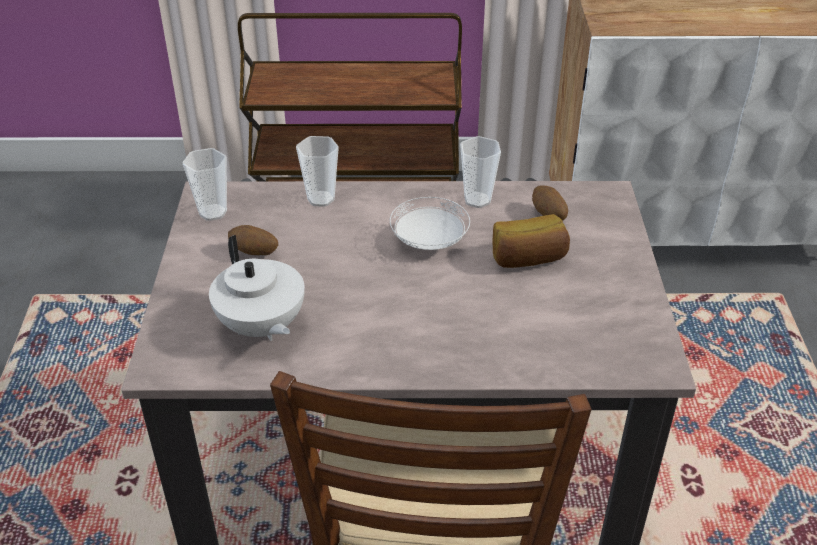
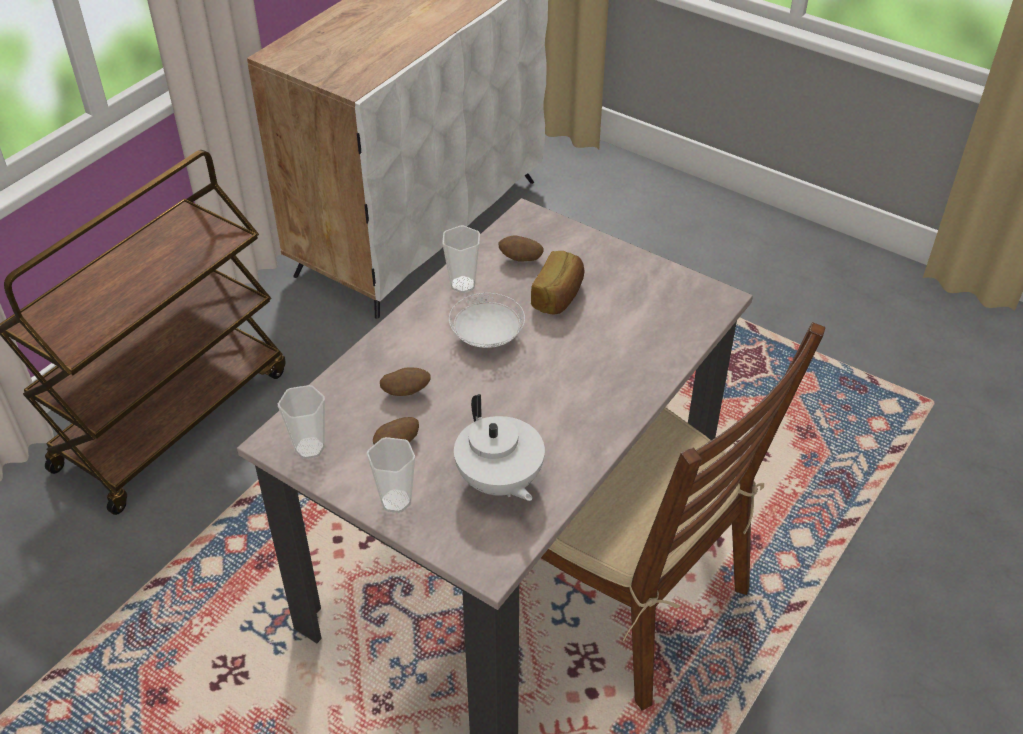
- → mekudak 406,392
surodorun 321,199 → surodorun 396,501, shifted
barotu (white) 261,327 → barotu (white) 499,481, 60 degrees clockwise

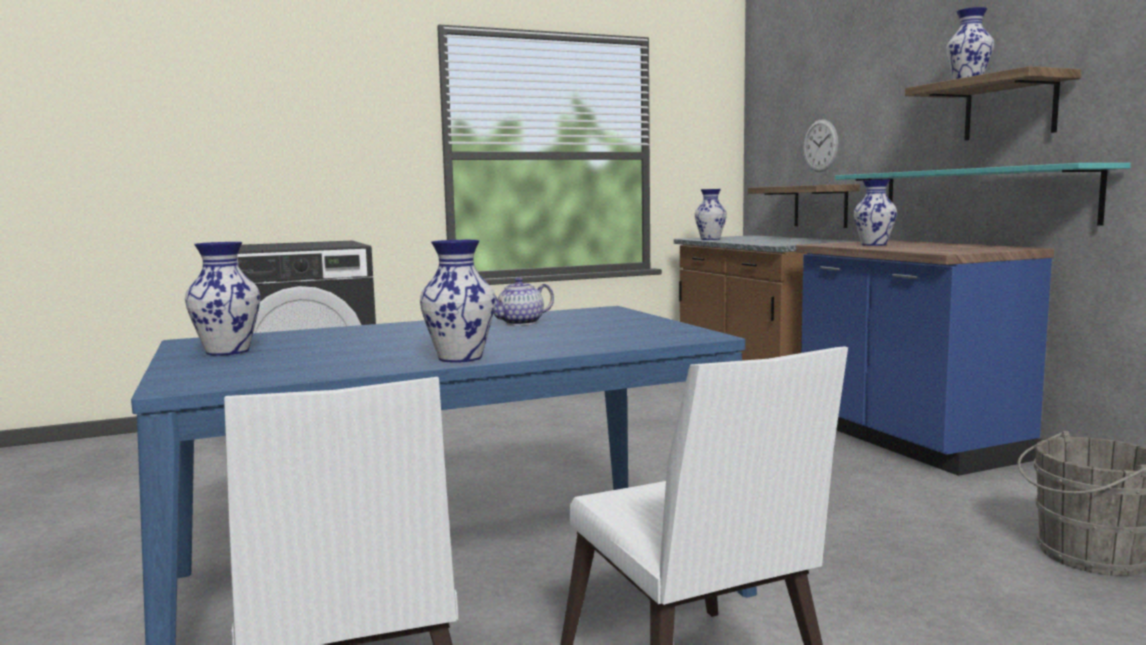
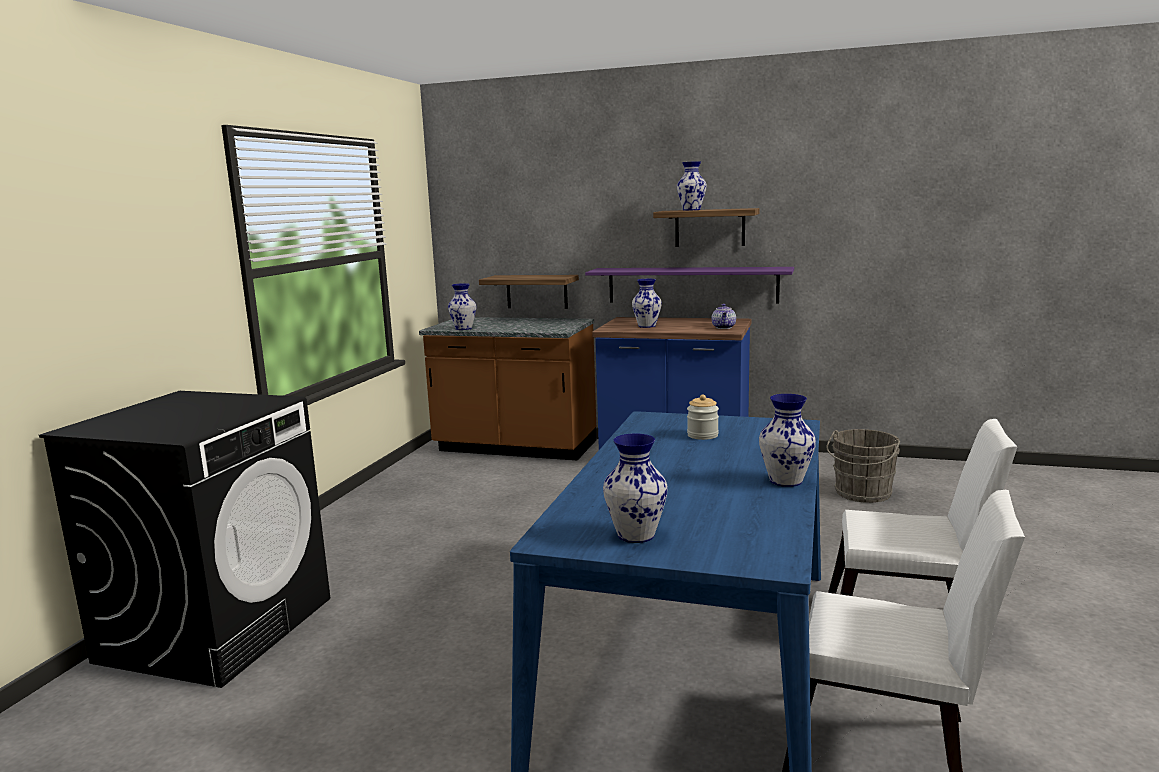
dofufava 820,145 → -
- → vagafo 702,435
barotu 520,323 → barotu 724,327, shifted
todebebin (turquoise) 982,196 → todebebin (purple) 692,285

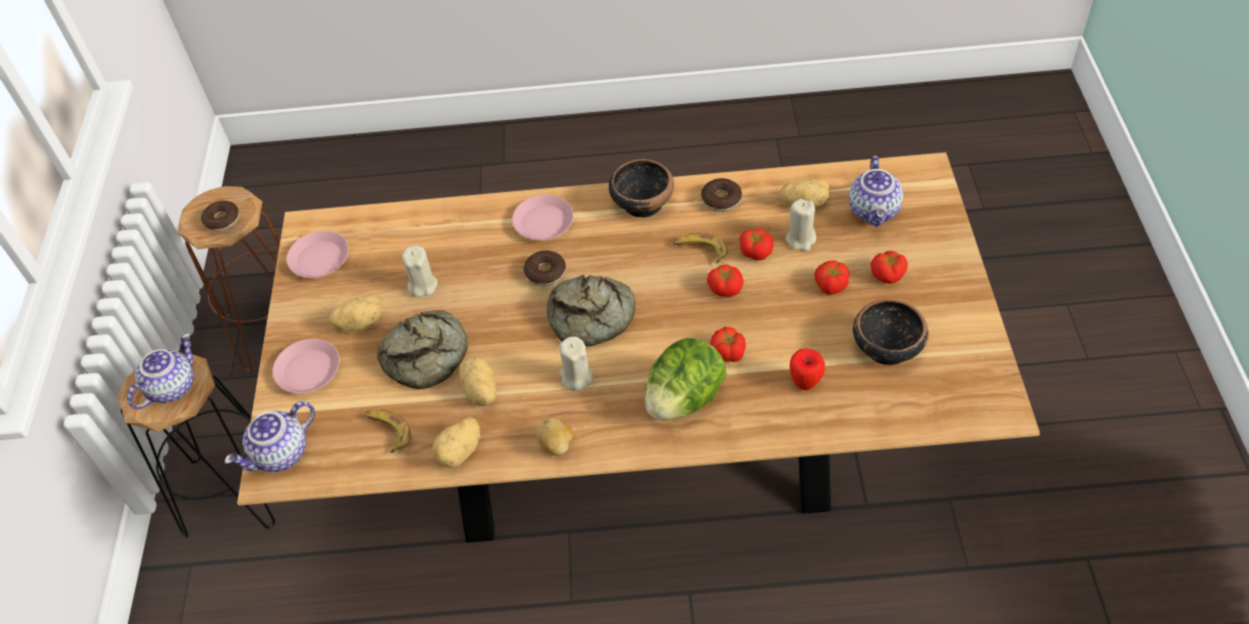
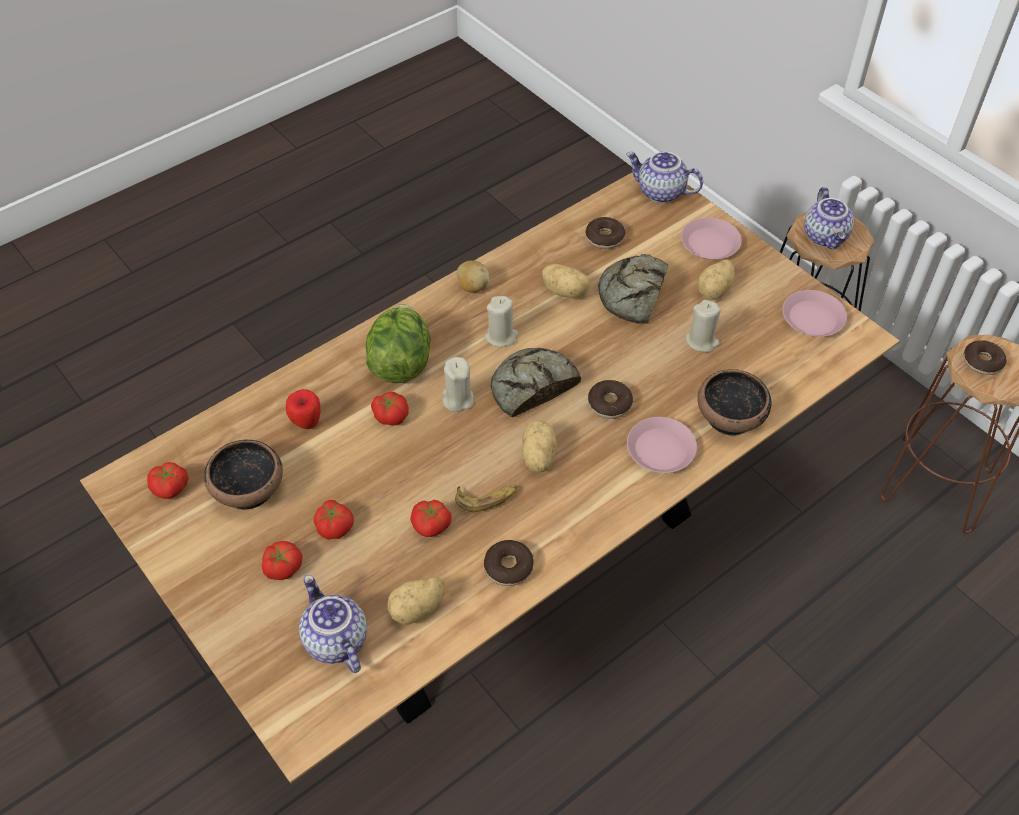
mekudak 461,452 → mekudak 537,457, shifted
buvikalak 642,202 → buvikalak 730,418, shifted
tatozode 725,287 → tatozode 171,488, shifted
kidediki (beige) 801,239 → kidediki (beige) 457,399, shifted
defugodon 388,431 → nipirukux 604,238
barotu 281,454 → barotu 660,193, 75 degrees counterclockwise

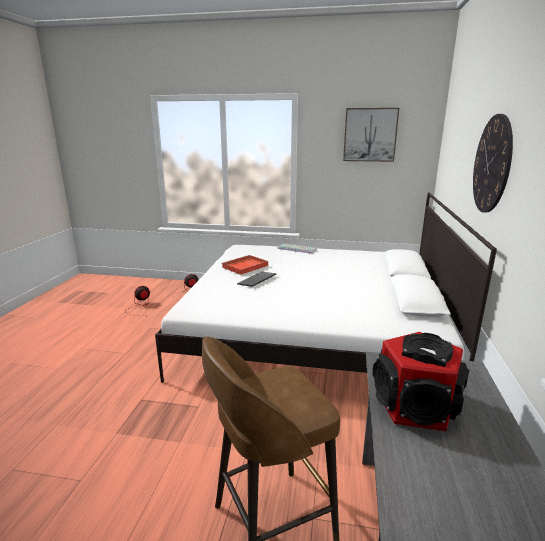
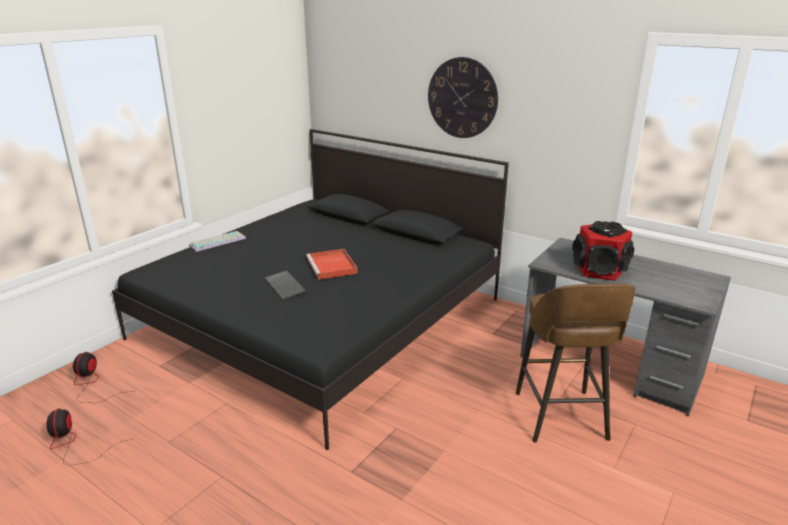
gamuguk 370,135 → -
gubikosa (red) 244,267 → gubikosa (red) 332,266, shifted
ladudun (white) 313,331 → ladudun (black) 322,318

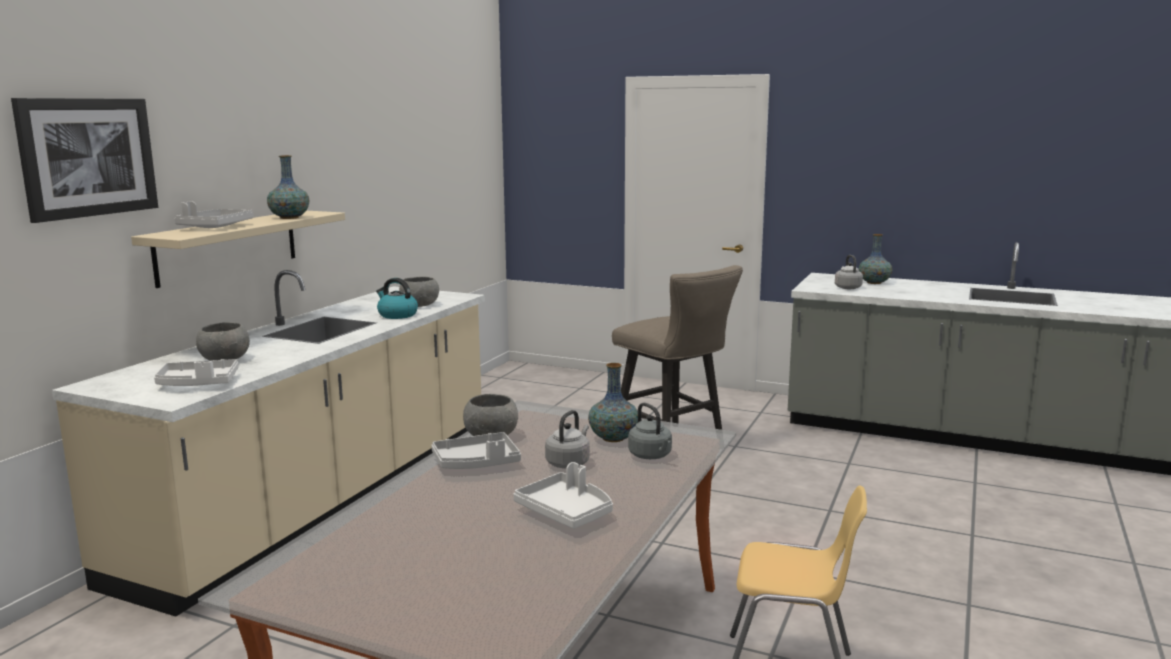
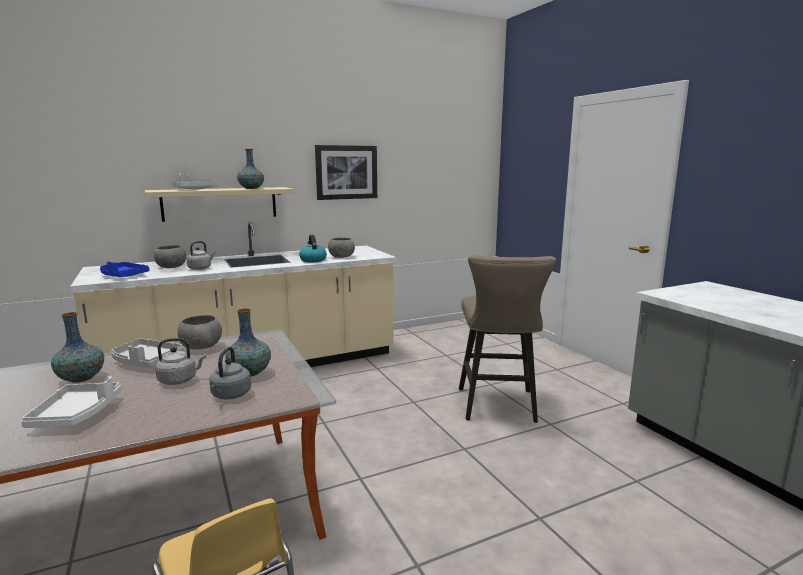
gamuguk 88,157 → gamuguk 346,172, shifted
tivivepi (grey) 847,287 → tivivepi (grey) 201,268, shifted
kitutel 874,283 → kitutel 81,378, shifted
gubikosa (white) 198,384 → gubikosa (blue) 123,276

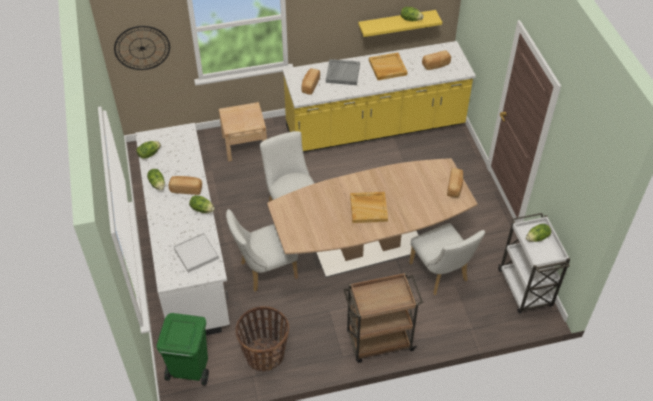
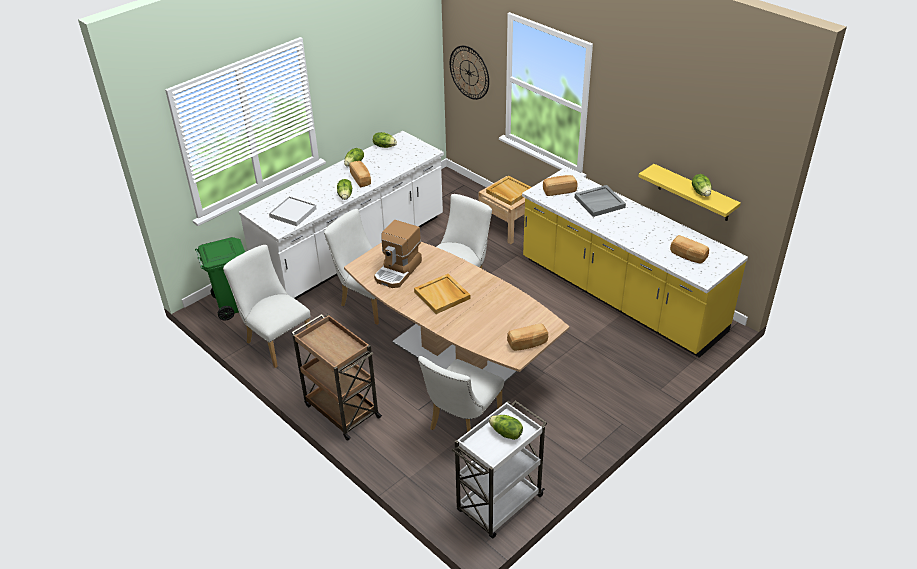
- → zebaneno 398,271
gubikosa (beige) 387,68 → gubikosa (beige) 509,192, shifted
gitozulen 264,354 → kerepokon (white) 276,341

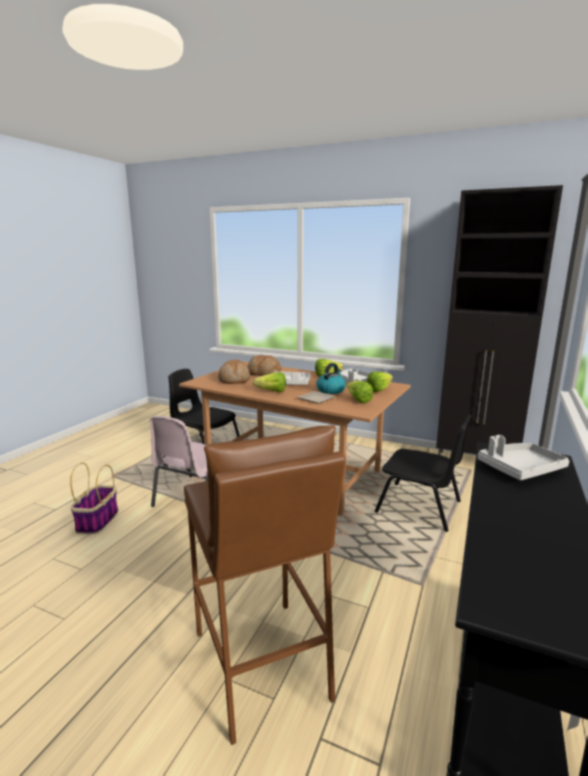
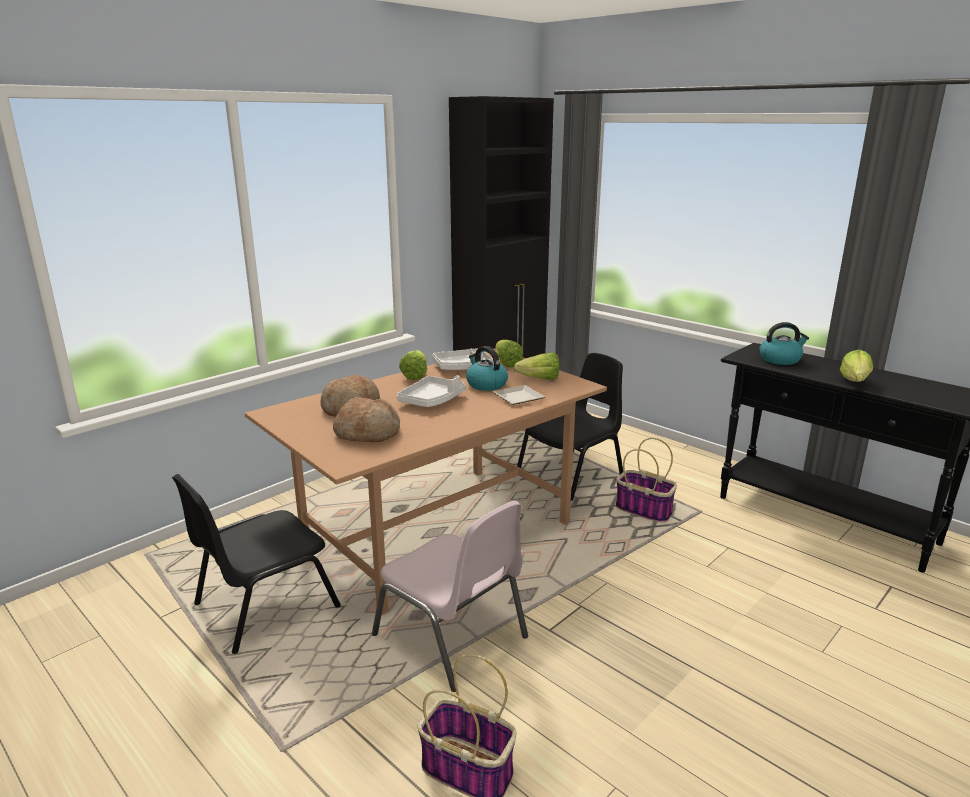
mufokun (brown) 261,664 → -
- → gitozulen 645,510
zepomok 269,391 → zepomok 854,383, shifted
gubikosa (grey) 520,469 → tivivepi 780,359

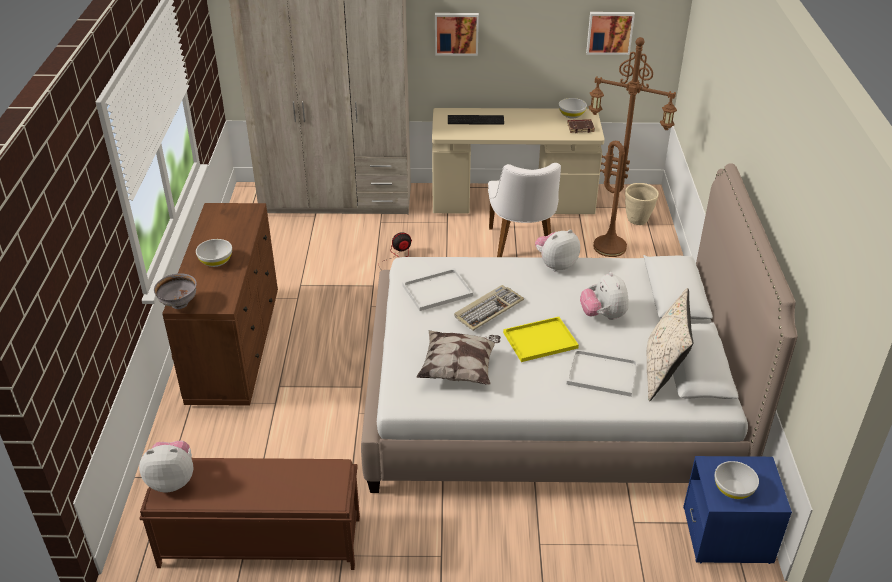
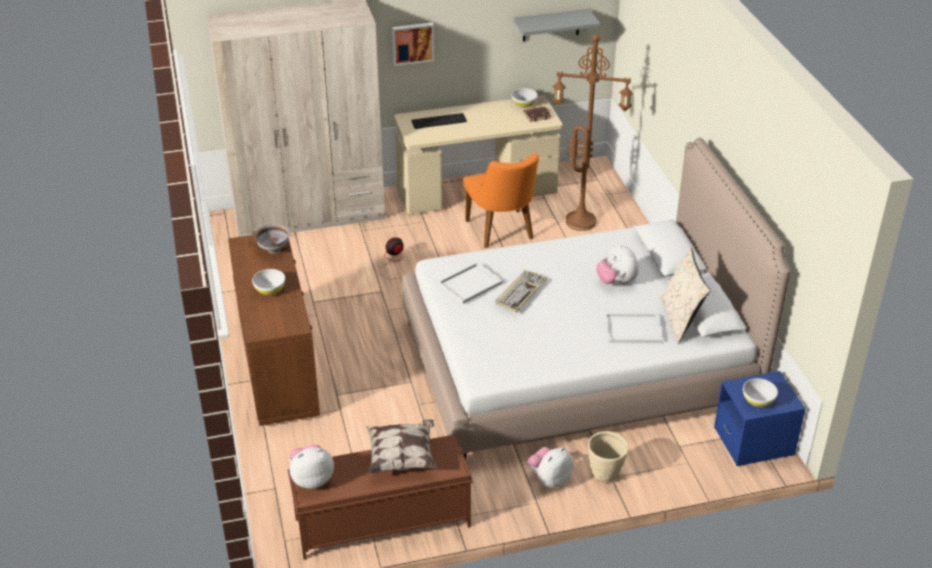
gubikosa (yellow) 541,339 → -
buvikalak (grey) 179,304 → buvikalak (grey) 274,250, shifted
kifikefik 459,369 → kifikefik 402,457, shifted
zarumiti 555,264 → zarumiti 549,479, shifted
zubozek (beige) 638,220 → zubozek (beige) 605,475, shifted
gamuguk 609,32 → todebebin (grey) 551,25
kerepokon (white) 522,246 → kerepokon (orange) 502,233

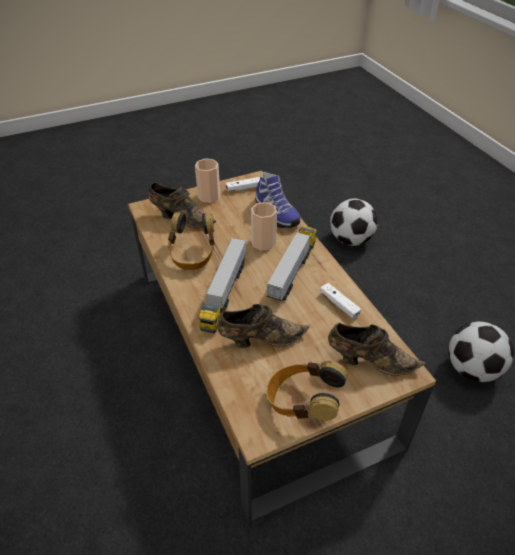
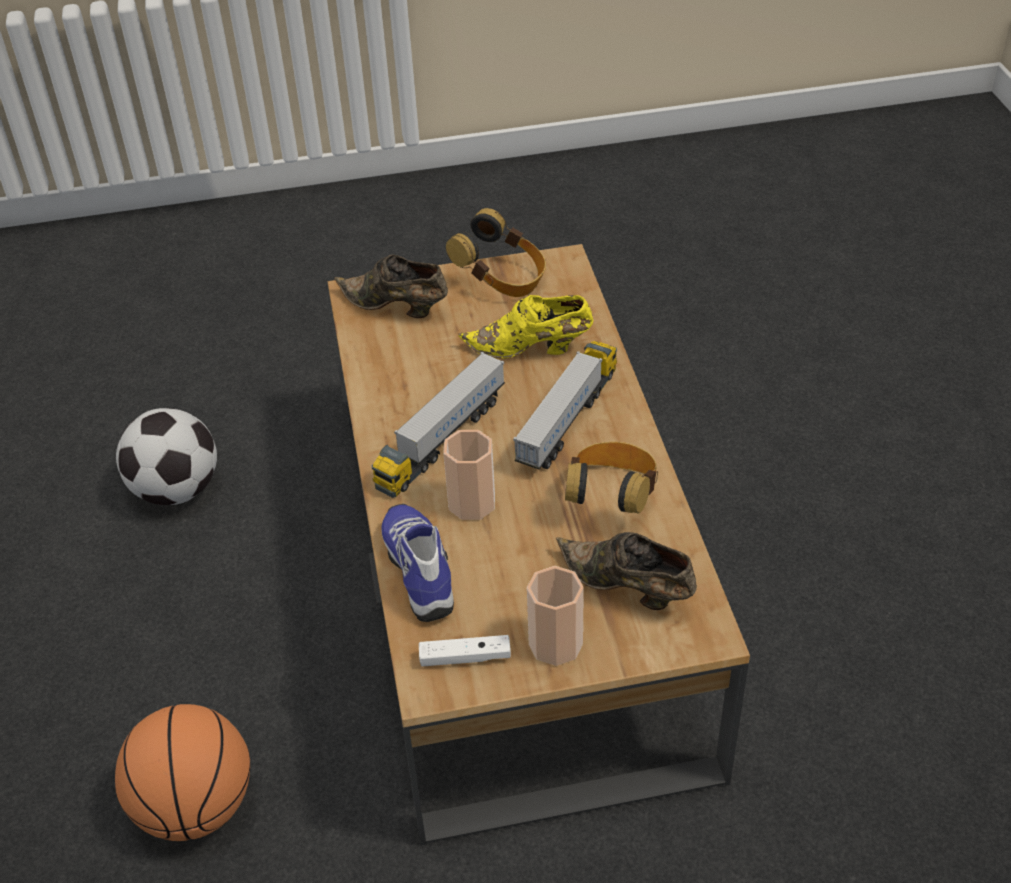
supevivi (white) 339,304 → -
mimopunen 350,240 → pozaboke 196,806
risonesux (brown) 260,339 → risonesux (yellow) 531,349

